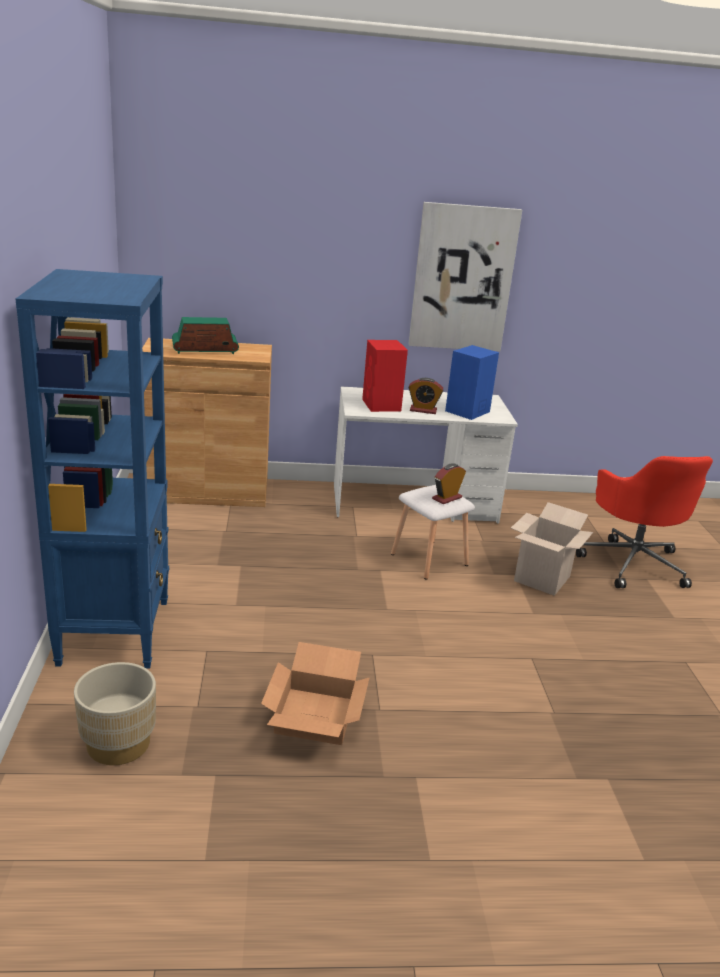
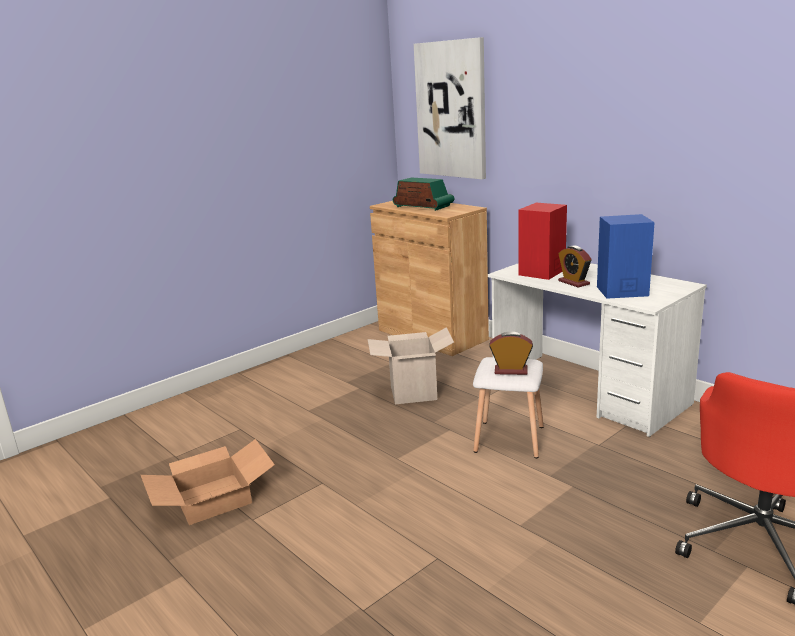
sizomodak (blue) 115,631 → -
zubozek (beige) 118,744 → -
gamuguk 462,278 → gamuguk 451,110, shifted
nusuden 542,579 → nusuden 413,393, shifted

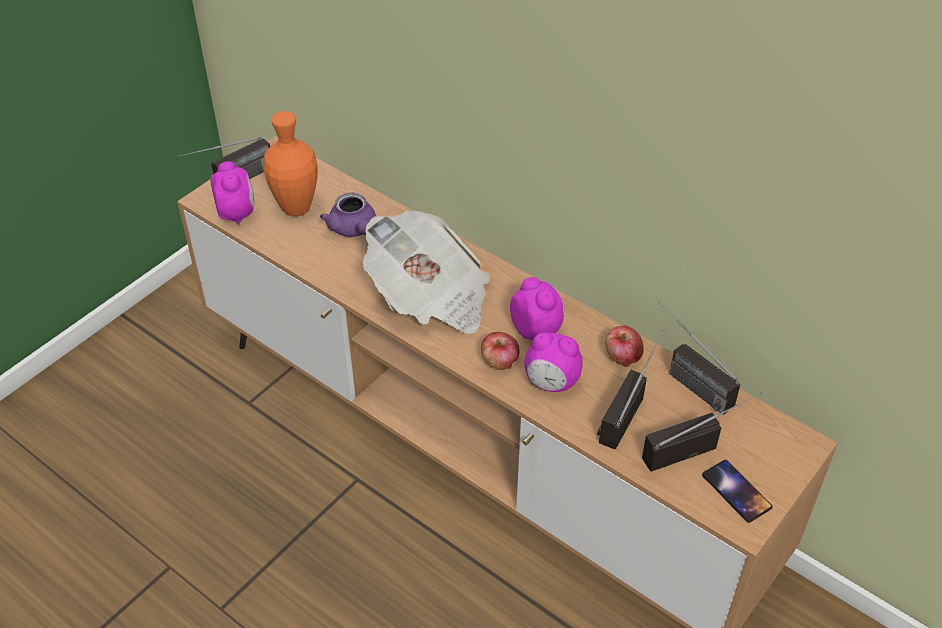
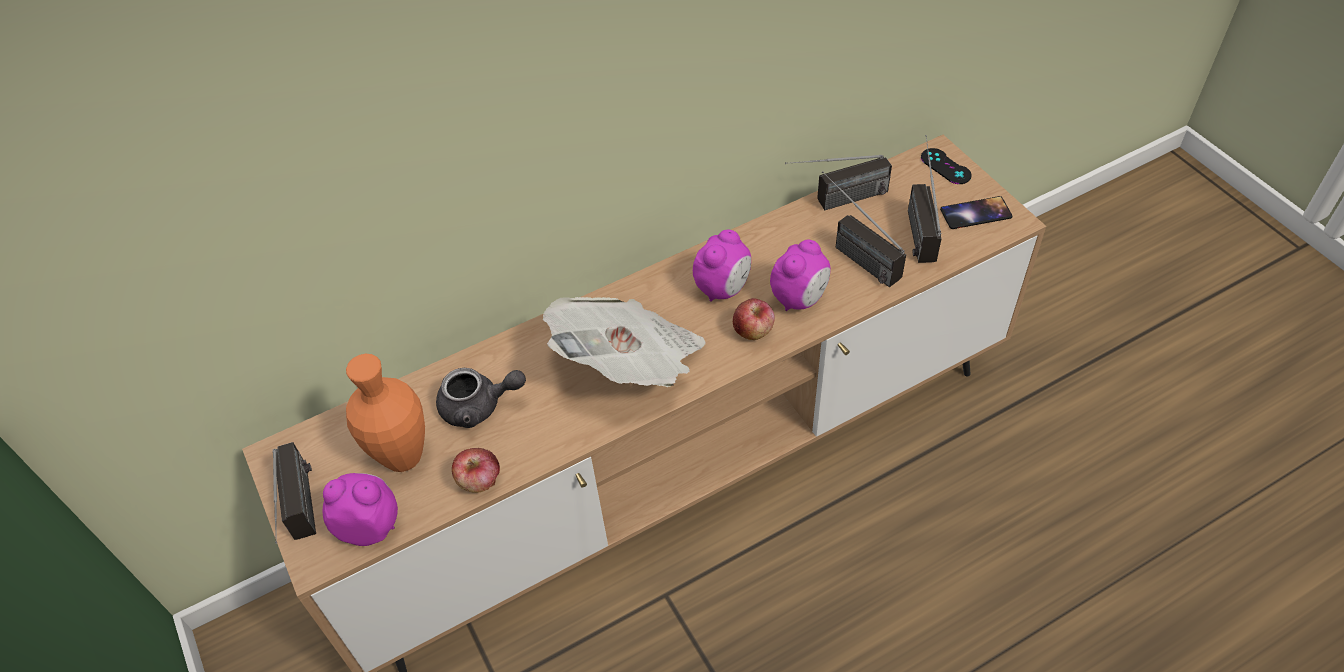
- → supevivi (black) 945,166
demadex 622,356 → demadex 479,481, shifted
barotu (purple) 354,230 → barotu (grey) 479,406
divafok 536,330 → divafok 723,288, 135 degrees clockwise

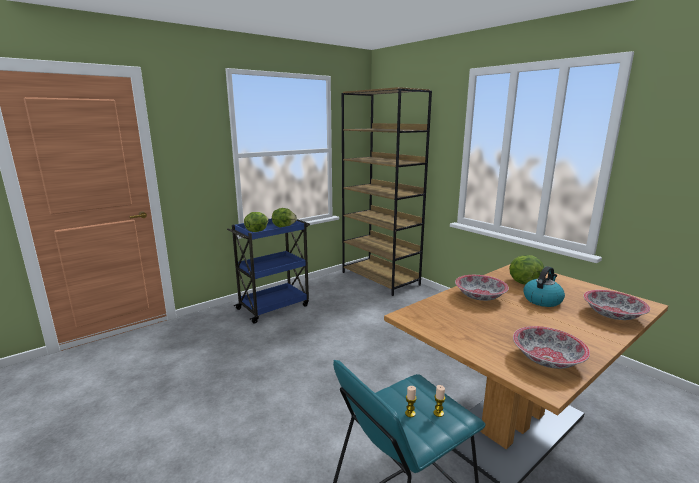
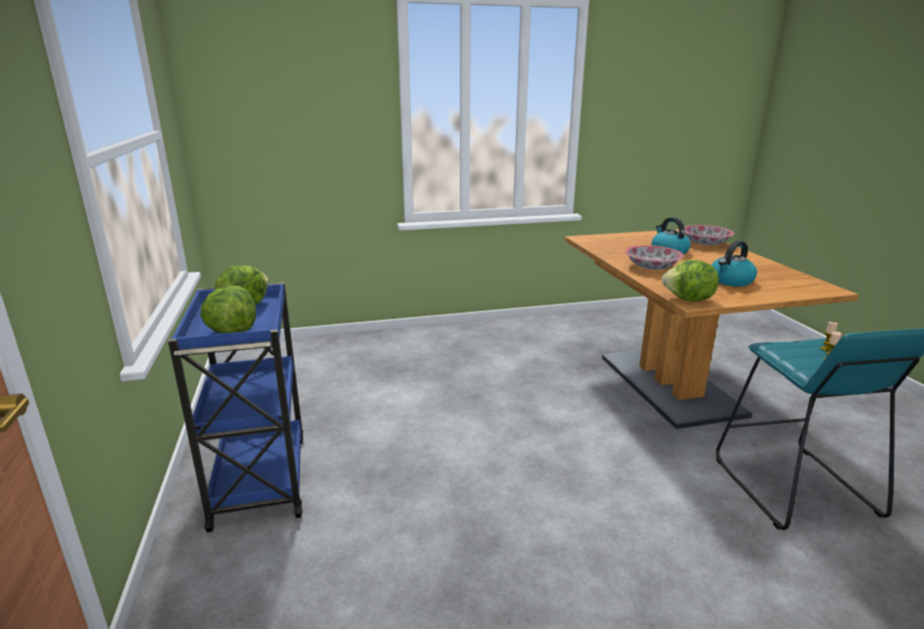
sizomodak (brown) 380,278 → -
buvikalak 547,359 → -
- → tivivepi 730,281
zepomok 523,283 → zepomok 689,300, shifted

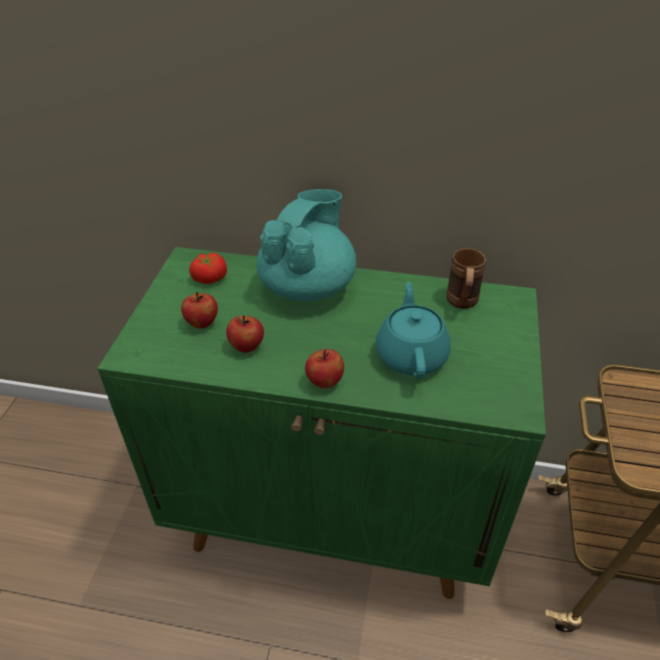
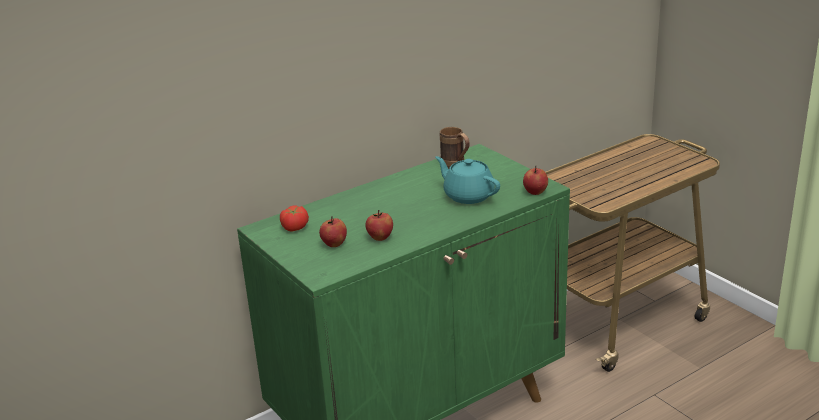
barotu (turquoise) 308,286 → -
demadex 324,381 → demadex 535,192, shifted

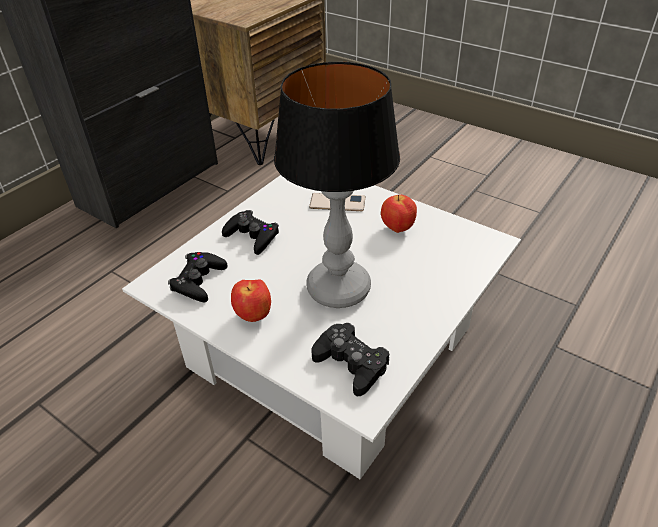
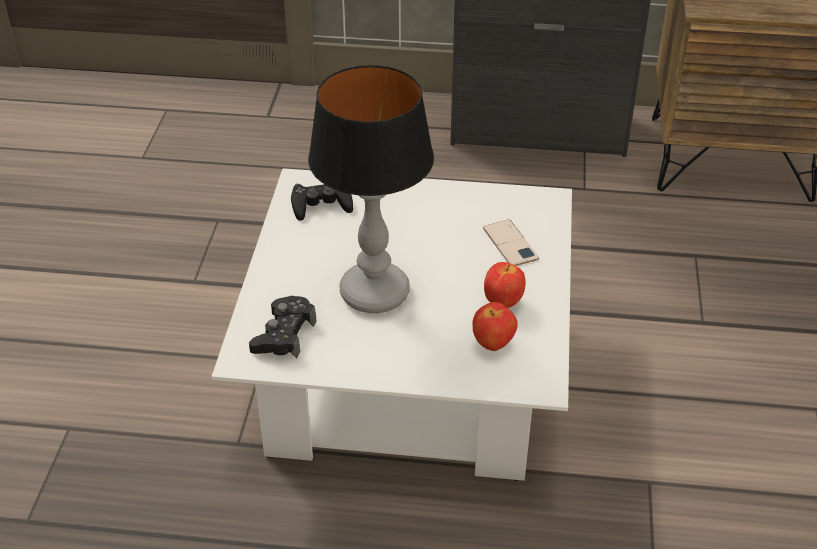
supevivi (black) 252,236 → -
demadex 254,316 → demadex 493,344, shifted

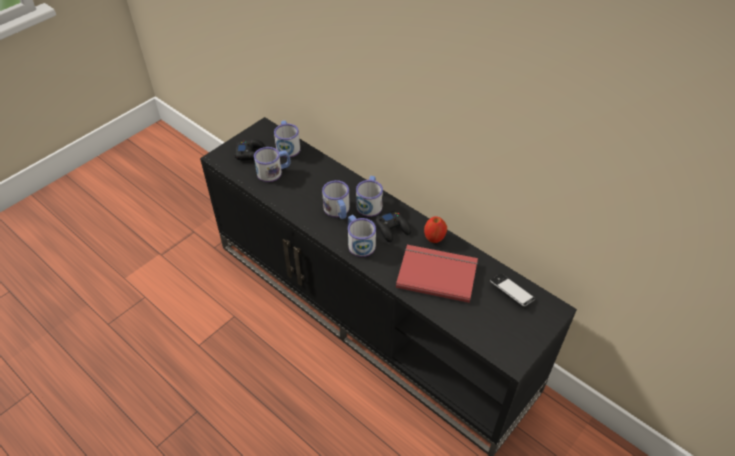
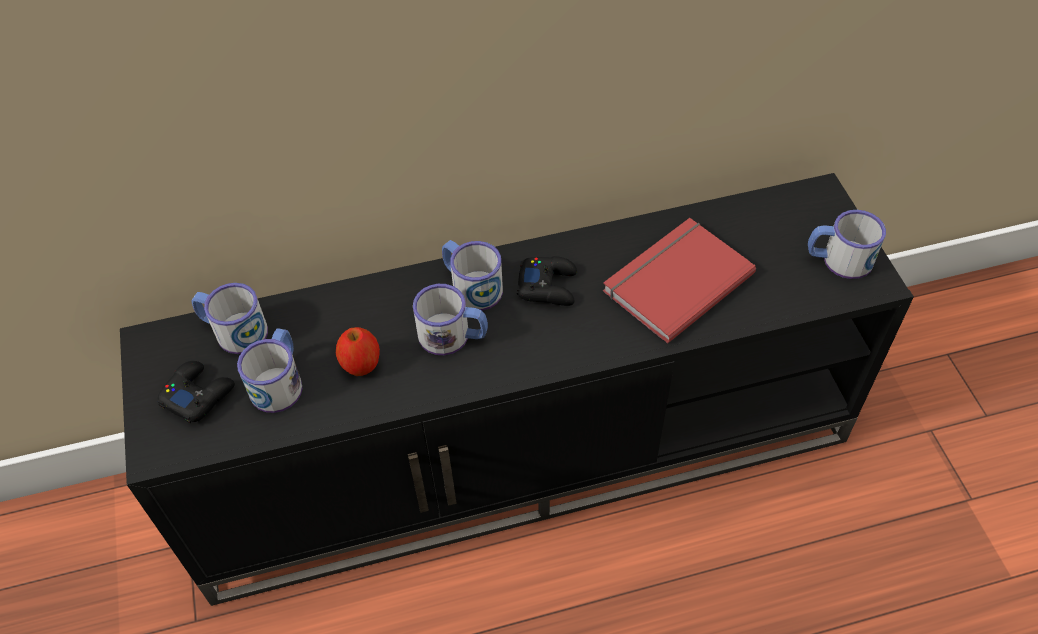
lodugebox 511,292 → -
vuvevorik 359,242 → vuvevorik 838,259, shifted
demadex 434,238 → demadex 361,365, shifted

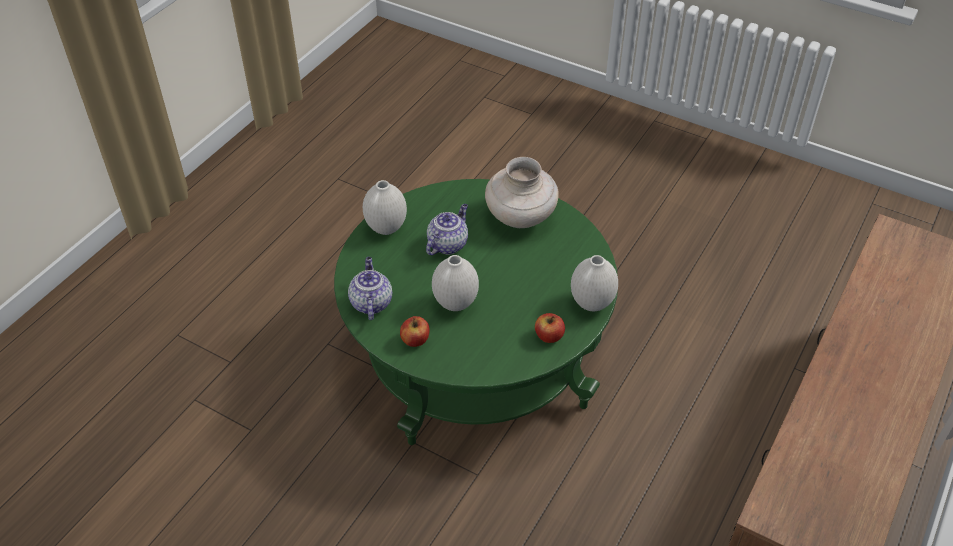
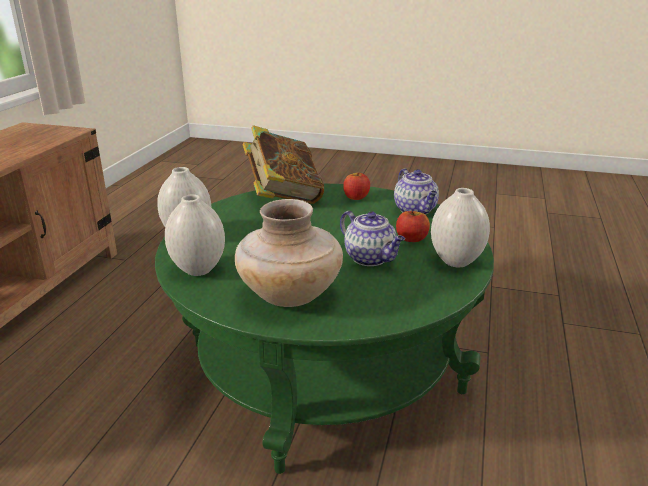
- → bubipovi 283,197
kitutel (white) 456,303 → kitutel (white) 198,270, shifted
demadex 549,336 → demadex 411,239, shifted
barotu 447,244 → barotu 371,258, 60 degrees counterclockwise

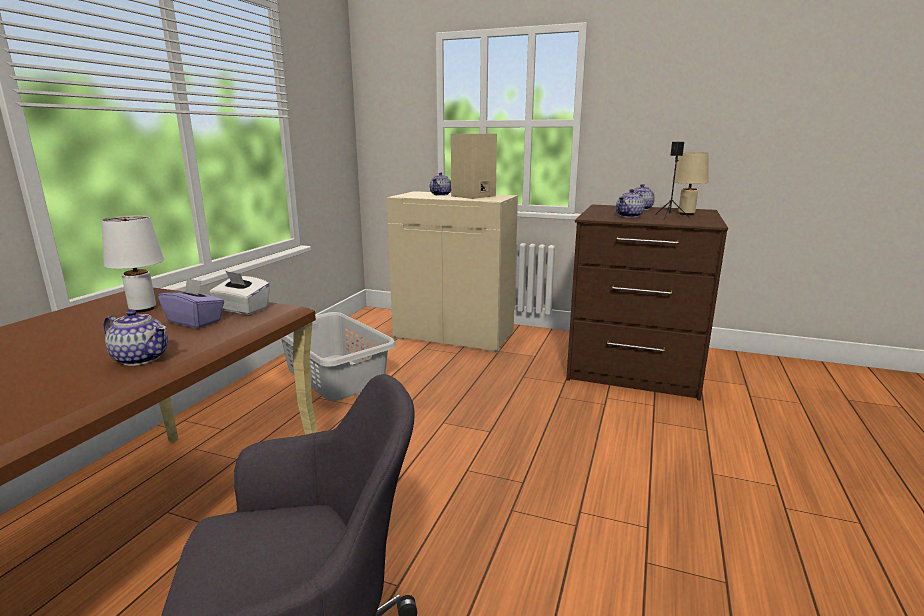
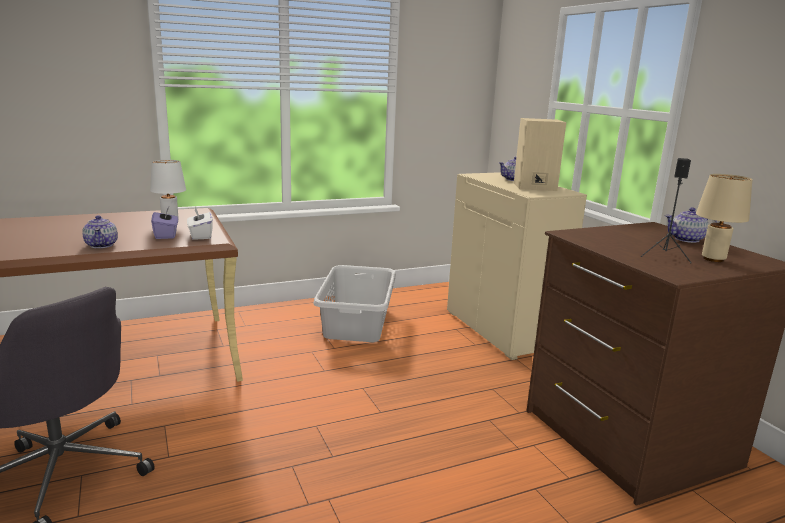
barotu 629,216 → -

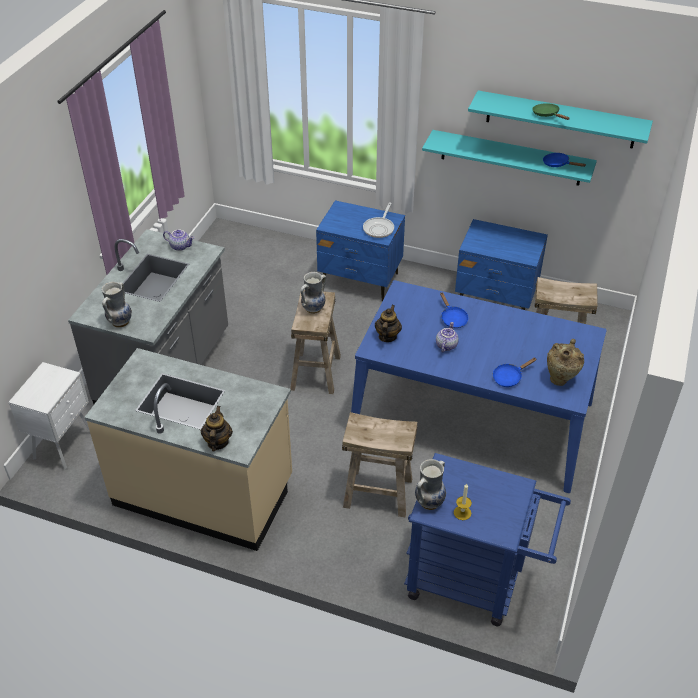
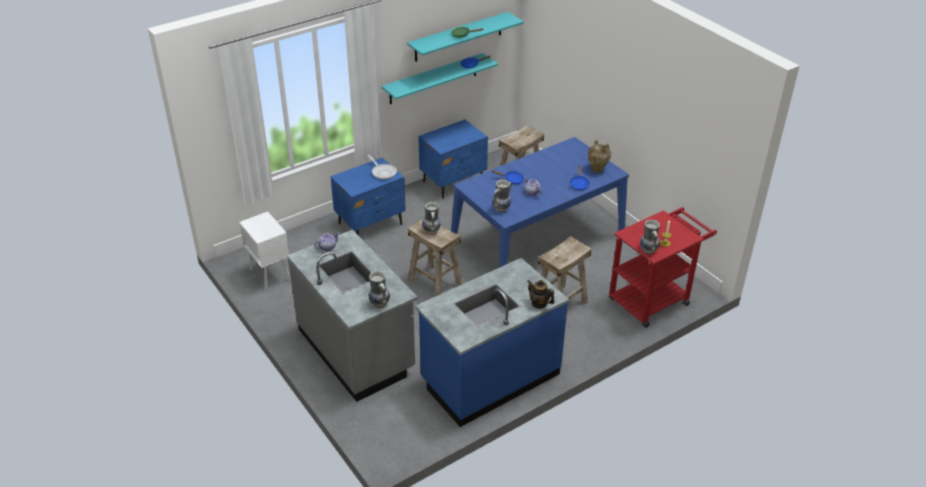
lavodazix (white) 65,444 → lavodazix (white) 270,274, shifted
barotu 387,336 → kitutel 501,209
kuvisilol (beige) 204,491 → kuvisilol (blue) 489,377
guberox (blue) 474,582 → guberox (red) 654,298

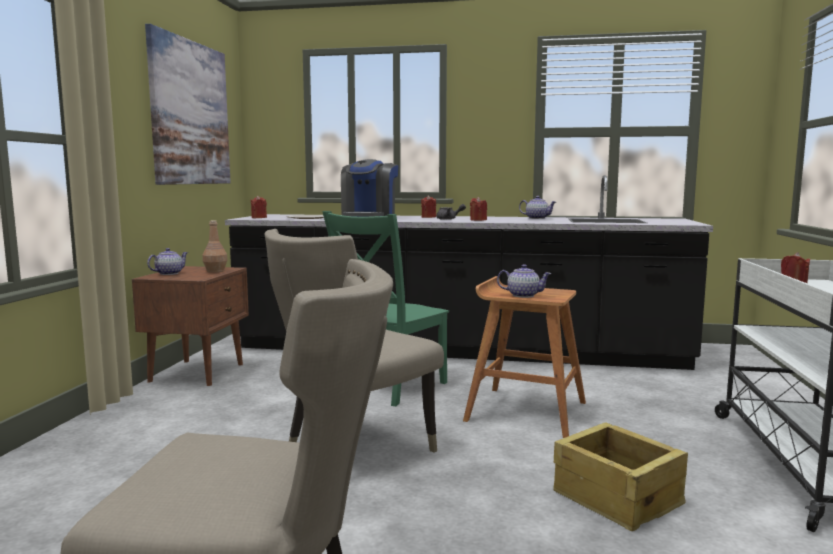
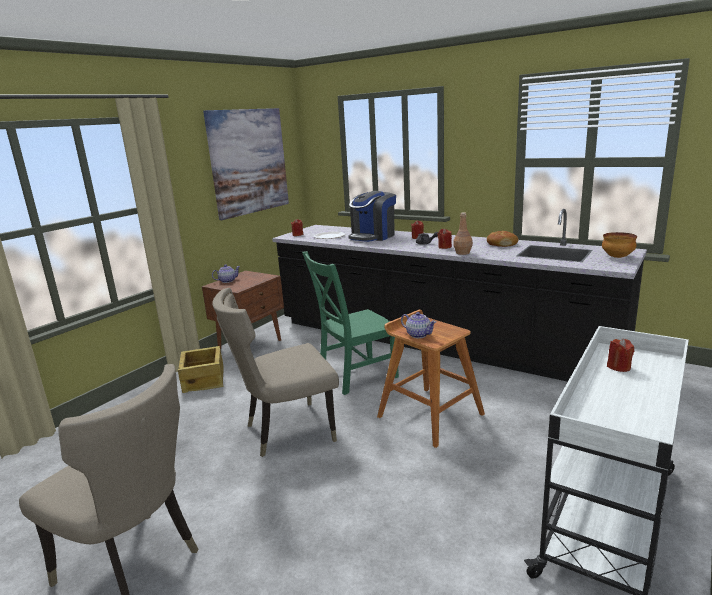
- → buvikalak 617,257
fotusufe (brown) 215,271 → fotusufe (brown) 462,253, shifted
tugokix 617,497 → tugokix 204,379, shifted
barotu 536,218 → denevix 501,244

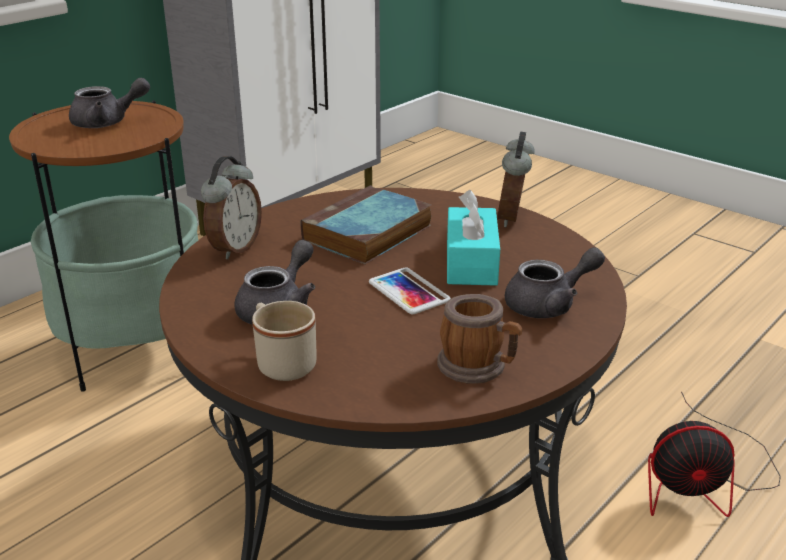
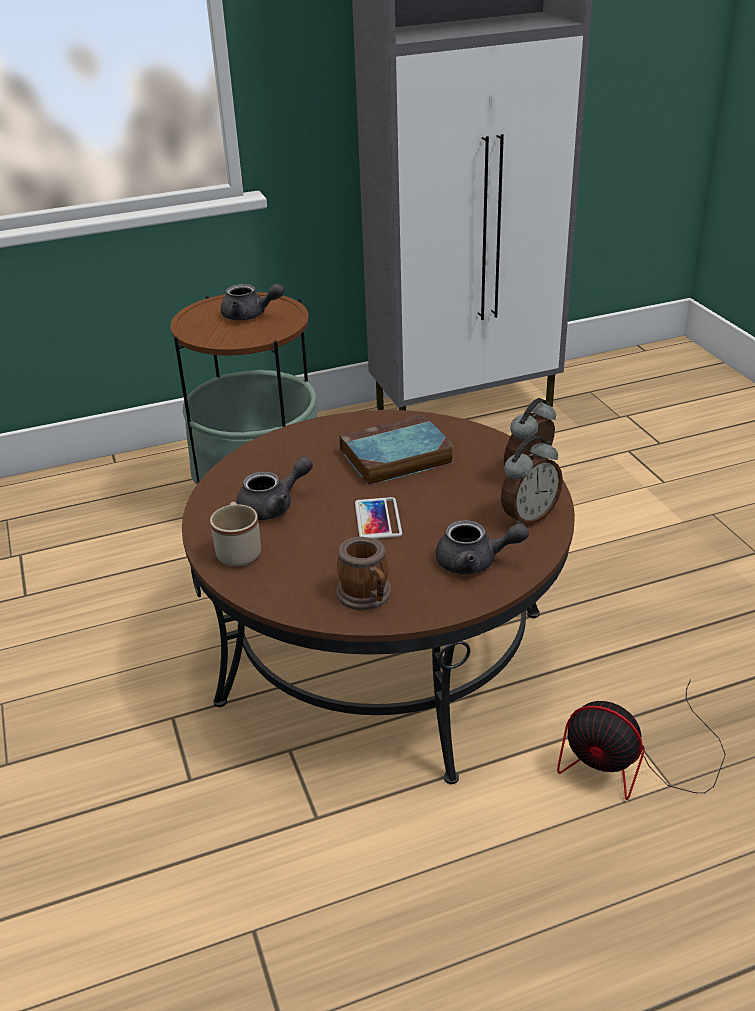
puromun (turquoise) 471,262 → -
divafok 234,248 → divafok 528,516, shifted

